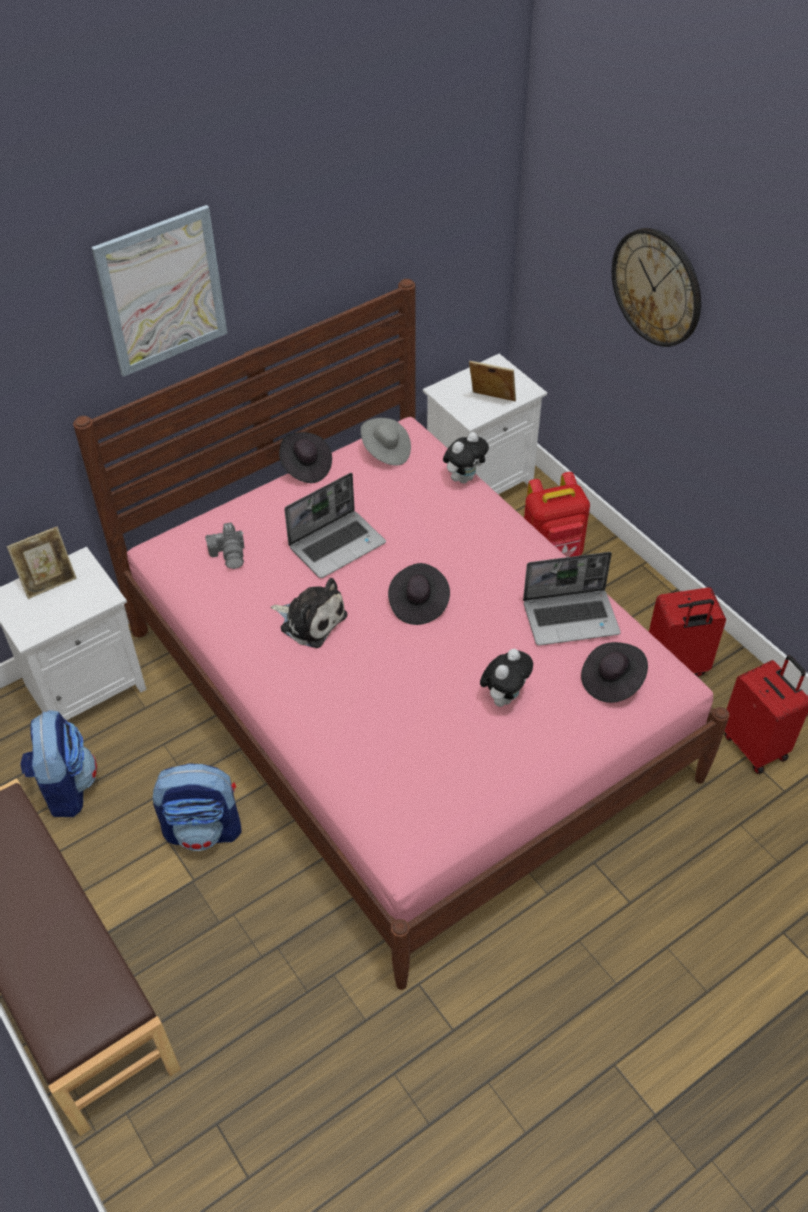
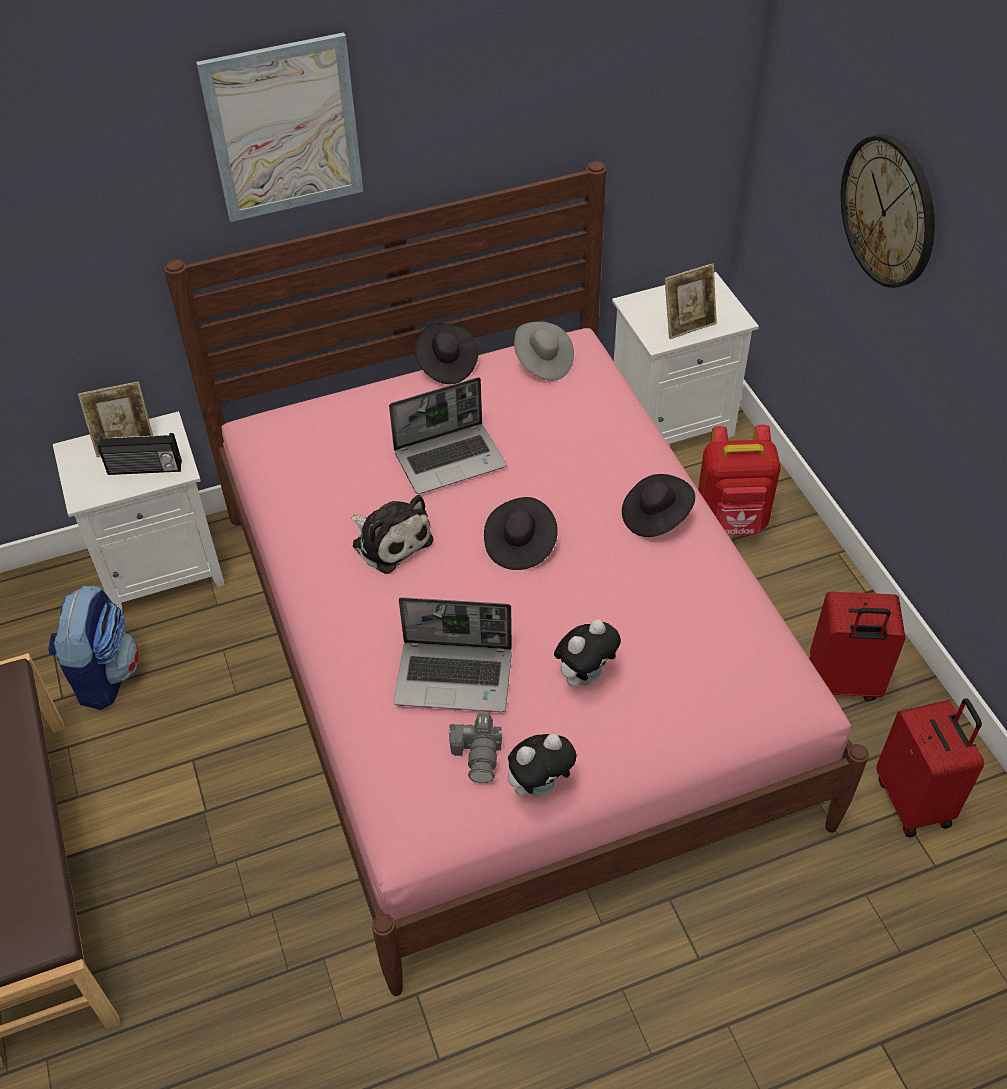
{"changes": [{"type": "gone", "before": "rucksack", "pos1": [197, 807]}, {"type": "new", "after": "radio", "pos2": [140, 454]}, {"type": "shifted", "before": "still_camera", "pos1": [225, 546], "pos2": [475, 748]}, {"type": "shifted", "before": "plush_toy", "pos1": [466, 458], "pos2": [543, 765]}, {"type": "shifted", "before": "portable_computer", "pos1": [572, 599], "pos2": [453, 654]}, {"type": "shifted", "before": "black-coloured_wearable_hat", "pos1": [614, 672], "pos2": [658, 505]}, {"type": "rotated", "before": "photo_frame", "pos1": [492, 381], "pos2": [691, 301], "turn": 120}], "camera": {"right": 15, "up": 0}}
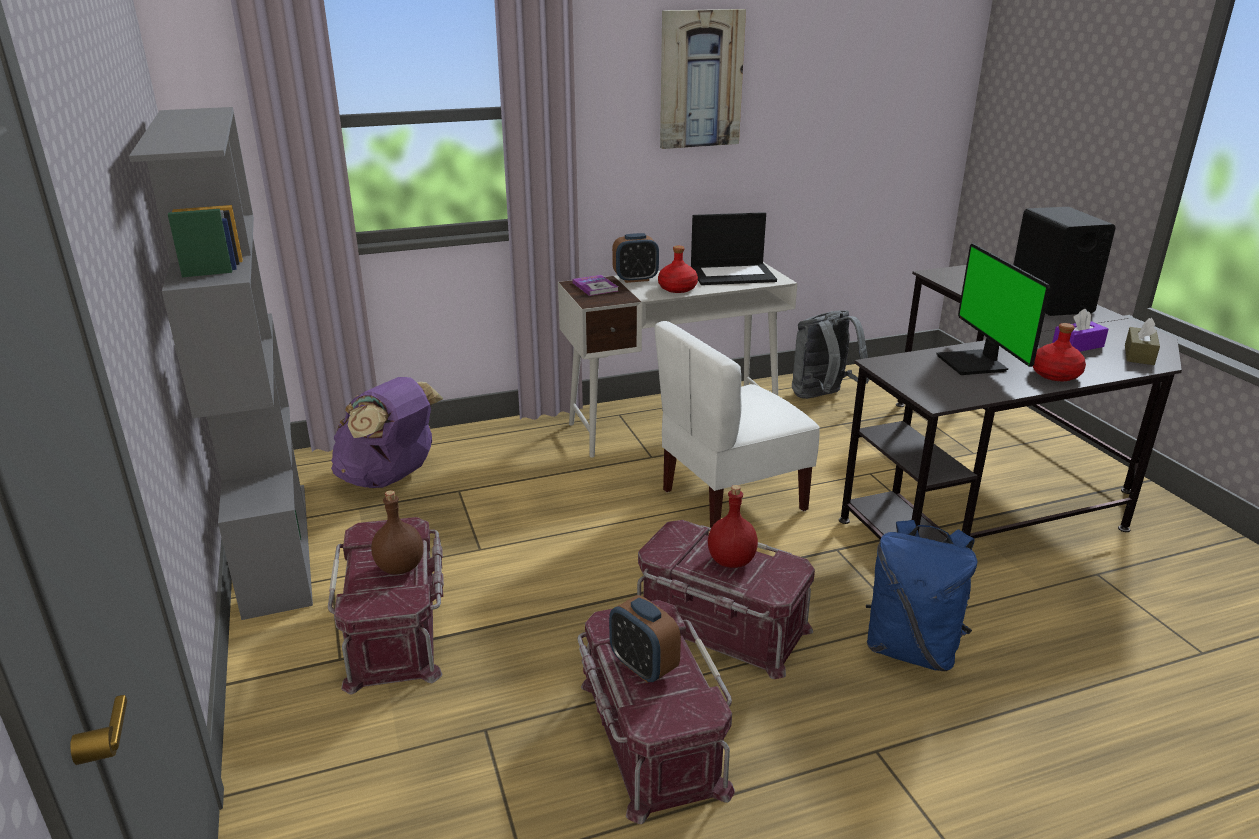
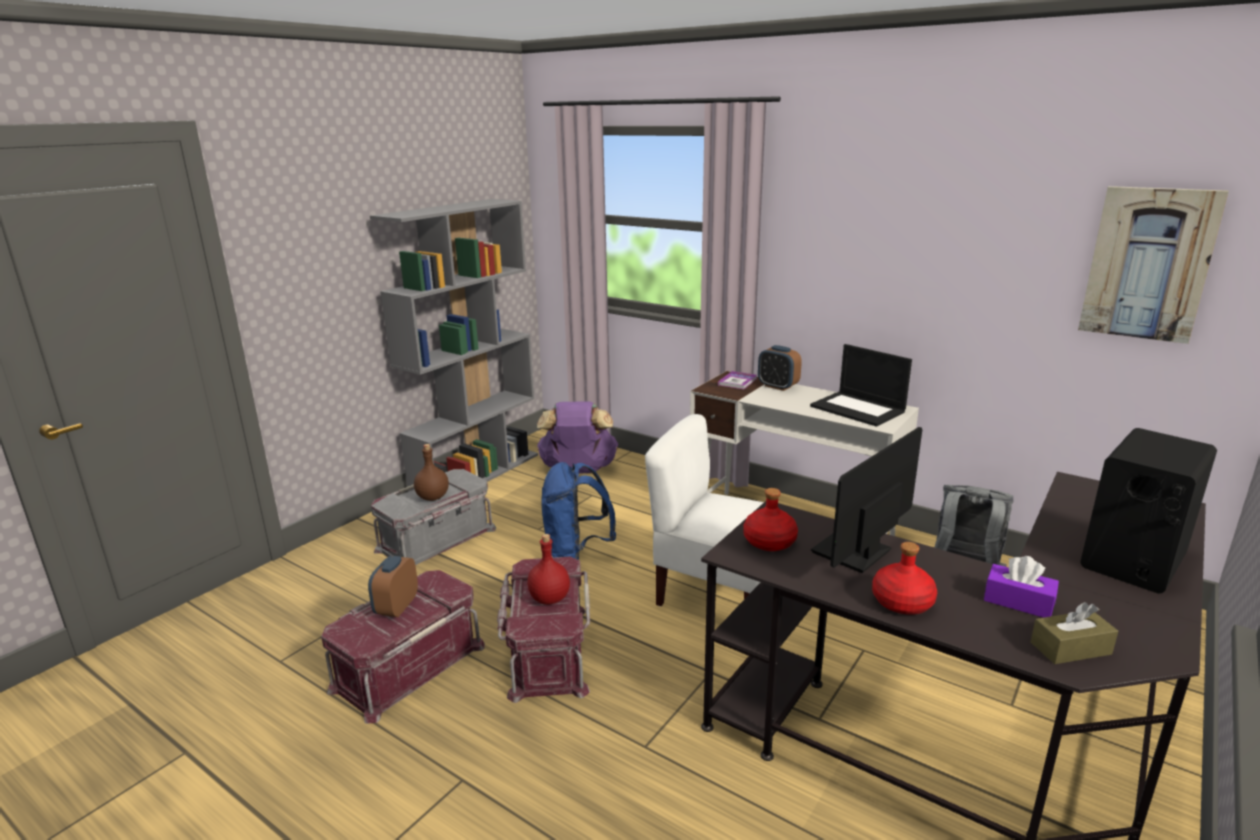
{"changes": [{"type": "shifted", "before": "red_drink_bottle", "pos1": [678, 269], "pos2": [770, 519]}, {"type": "shifted", "before": "wall_art", "pos1": [703, 79], "pos2": [1153, 265]}, {"type": "shifted", "before": "bluish_rucksack", "pos1": [921, 595], "pos2": [579, 511]}, {"type": "repainted", "before": "red_storage_container", "after": "grey_storage_container", "pos1": [386, 605], "pos2": [433, 517]}], "camera": {"right": 55, "up": -5}}
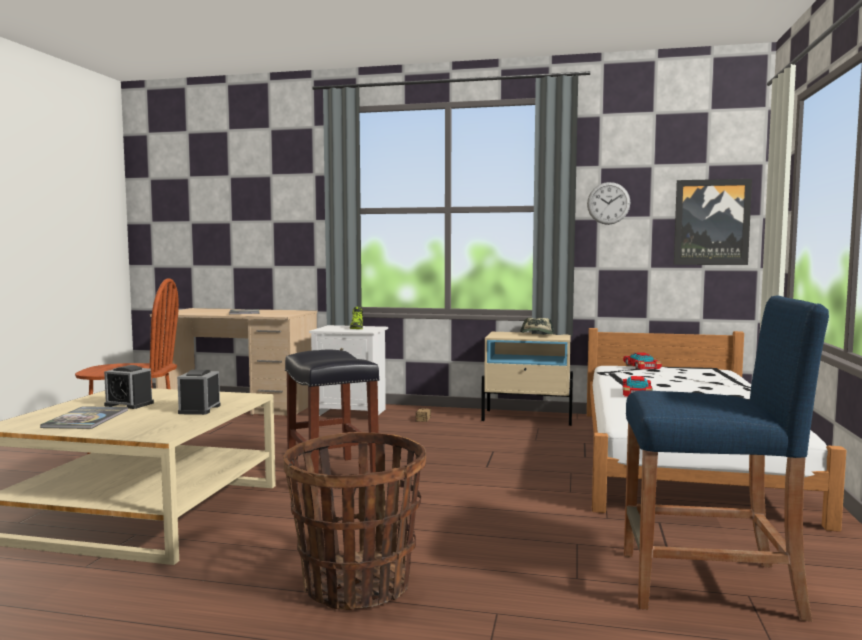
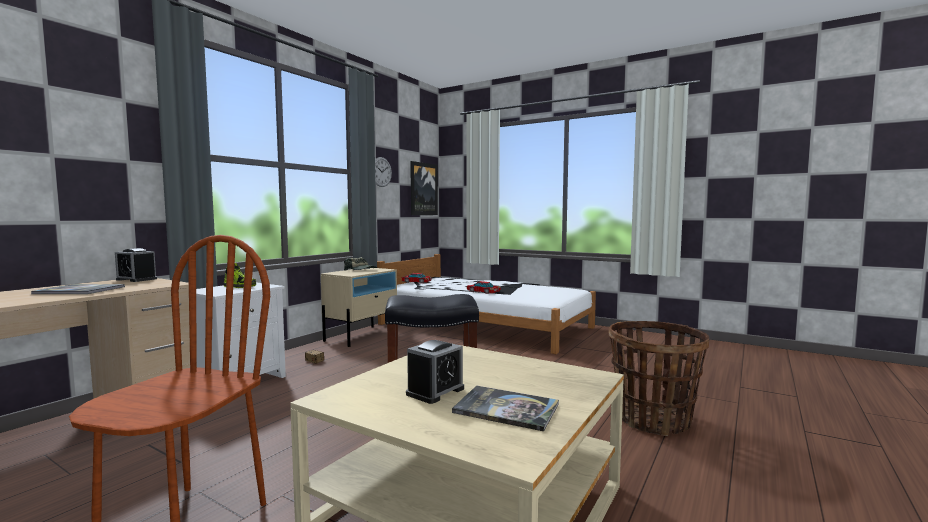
{"changes": [{"type": "gone", "before": "bluish_sitting_stool", "pos1": [726, 458]}, {"type": "shifted", "before": "table_clock", "pos1": [199, 392], "pos2": [136, 265]}], "camera": {"right": -70, "up": 0}}
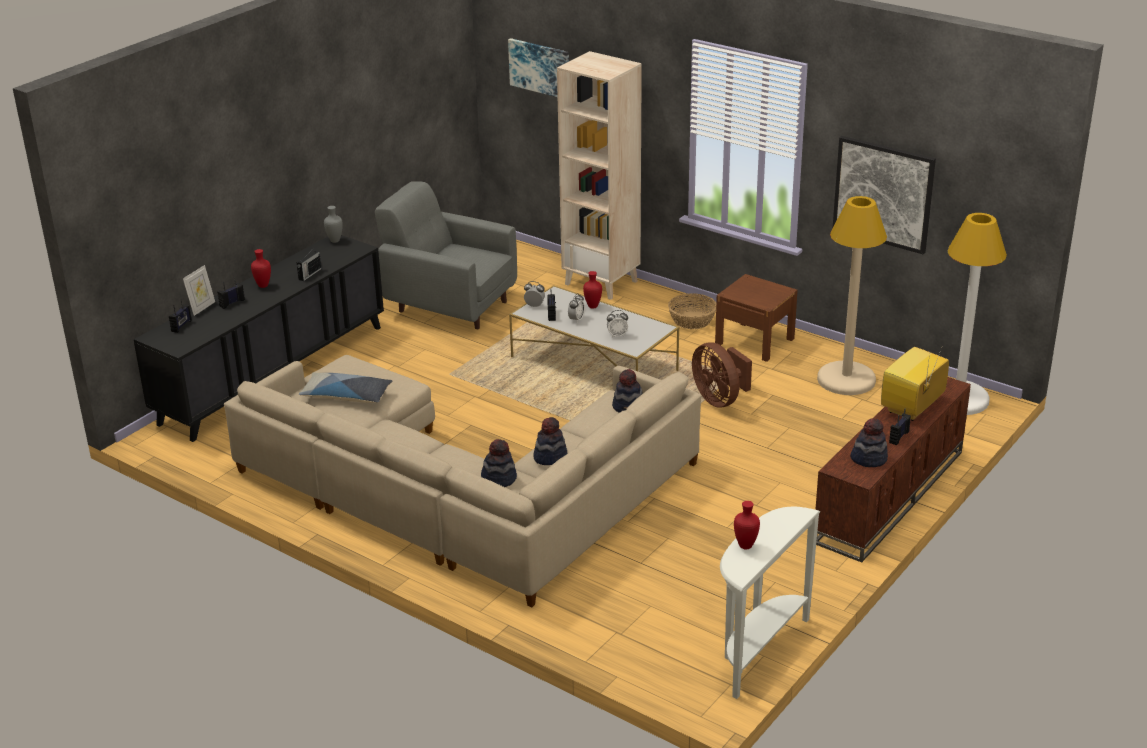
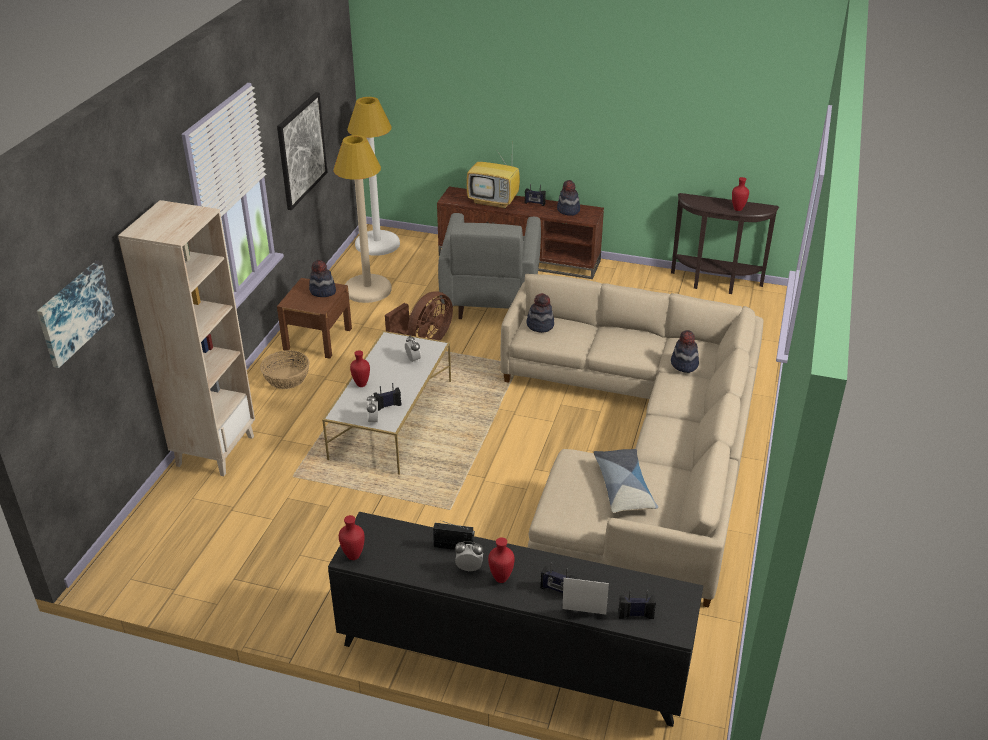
{"changes": [{"type": "shifted", "before": "grey_armchair", "pos1": [446, 255], "pos2": [489, 266]}, {"type": "shifted", "before": "wearable_hat", "pos1": [550, 441], "pos2": [322, 278]}, {"type": "shifted", "before": "table_clock", "pos1": [576, 307], "pos2": [469, 556]}, {"type": "repainted", "before": "grey_decorative_vase", "after": "red_decorative_vase", "pos1": [333, 224], "pos2": [352, 537]}, {"type": "repainted", "before": "white-coloured_console_table", "after": "brown_console_table", "pos1": [770, 603], "pos2": [725, 243]}], "camera": {"right": -110, "up": 5}}
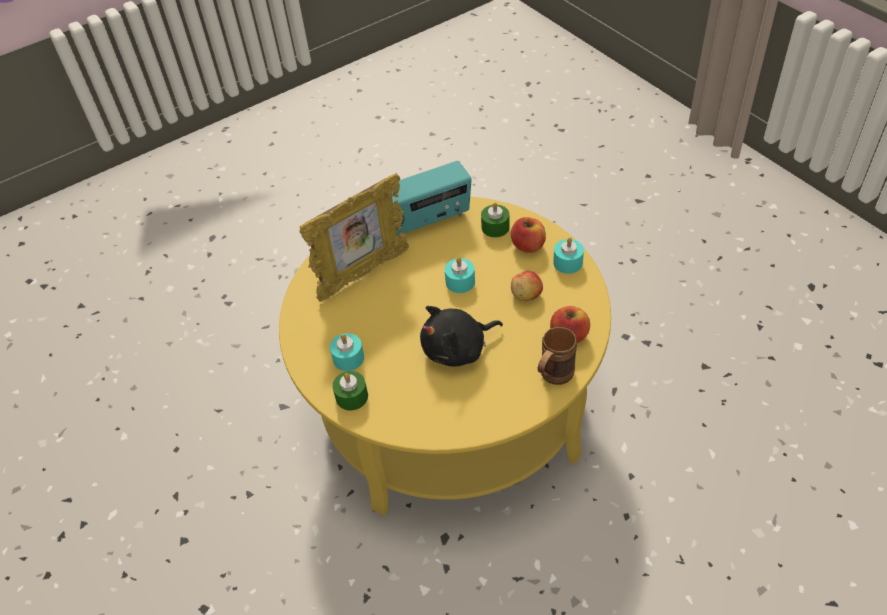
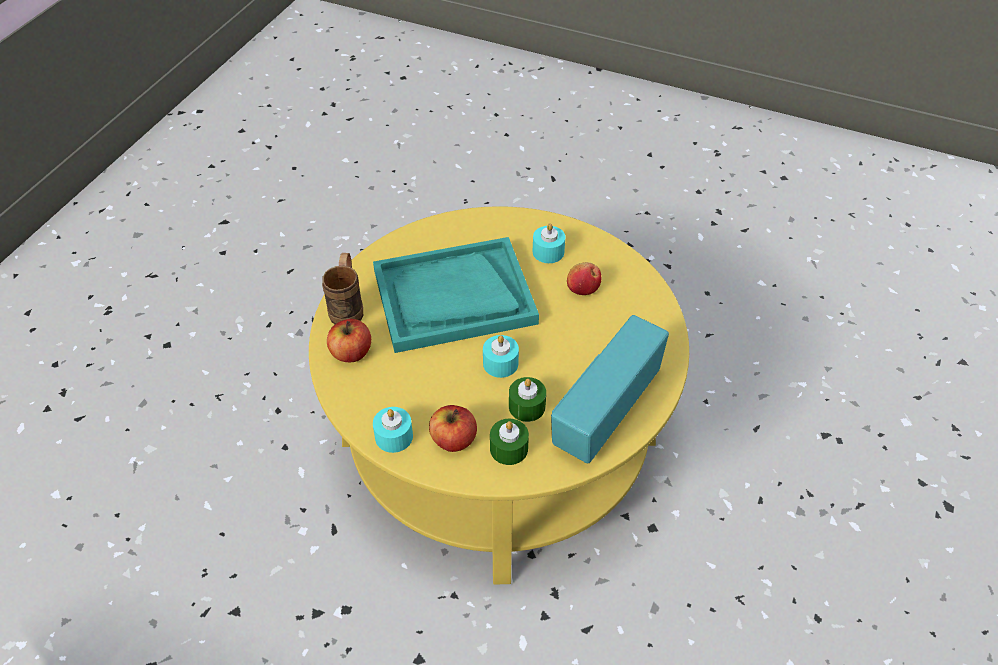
{"changes": [{"type": "gone", "before": "photo_frame", "pos1": [354, 237]}, {"type": "shifted", "before": "green_wax_light", "pos1": [350, 391], "pos2": [527, 399]}, {"type": "shifted", "before": "whole_apple", "pos1": [527, 286], "pos2": [584, 278]}, {"type": "swapped", "before": "black-coloured_plush_toy", "after": "turquoise-coloured_serving_tray", "pos1": [461, 336], "pos2": [456, 295]}], "camera": {"right": 145, "up": 0}}
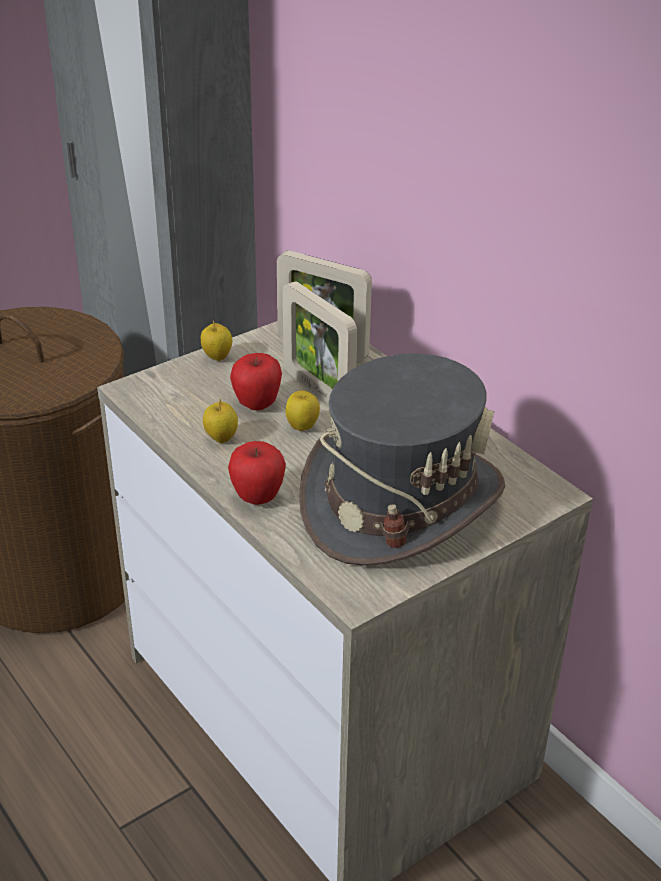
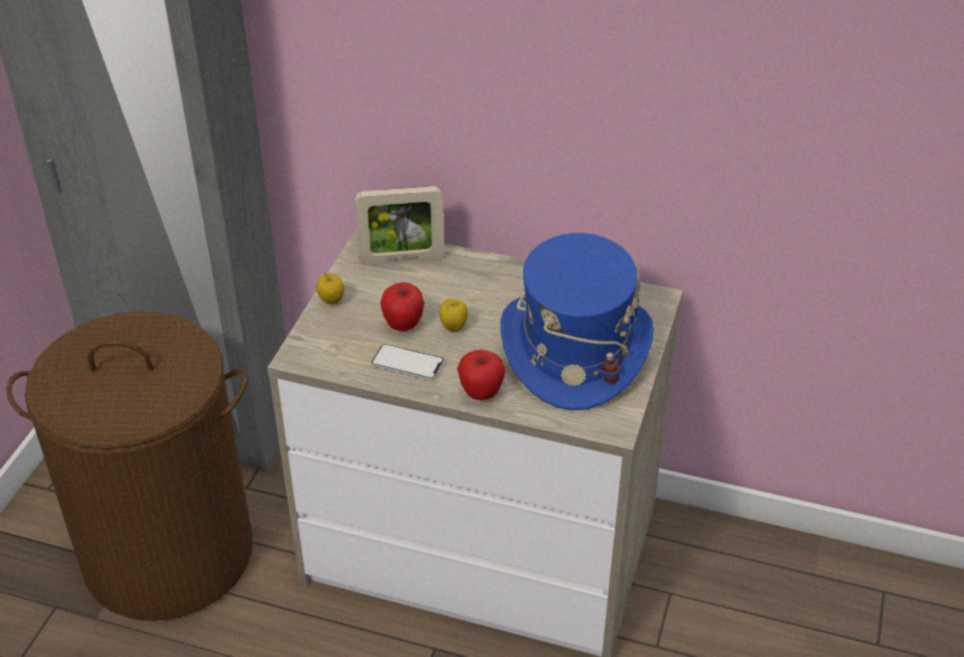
{"changes": [{"type": "gone", "before": "photo_frame", "pos1": [320, 342]}, {"type": "swapped", "before": "whole_apple", "after": "phone", "pos1": [220, 421], "pos2": [408, 362]}, {"type": "repainted", "before": "grey_wearable_hat", "after": "bluish_wearable_hat", "pos1": [402, 459], "pos2": [577, 321]}], "camera": {"right": -35, "up": 5}}
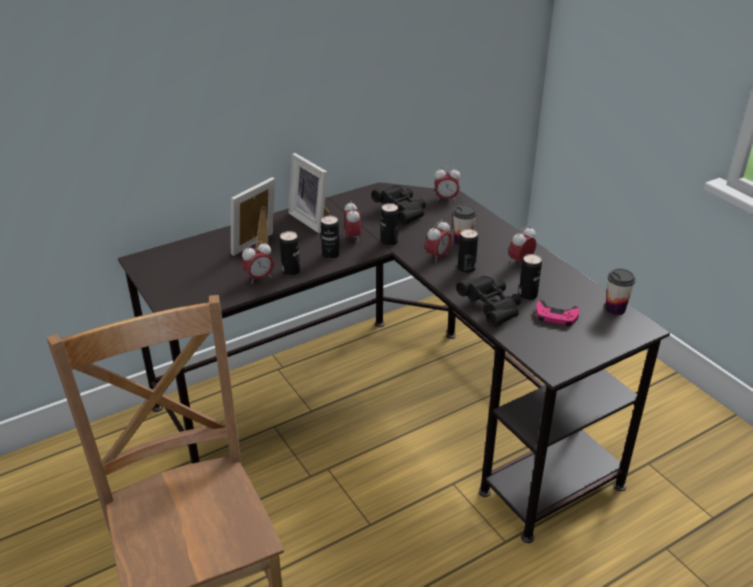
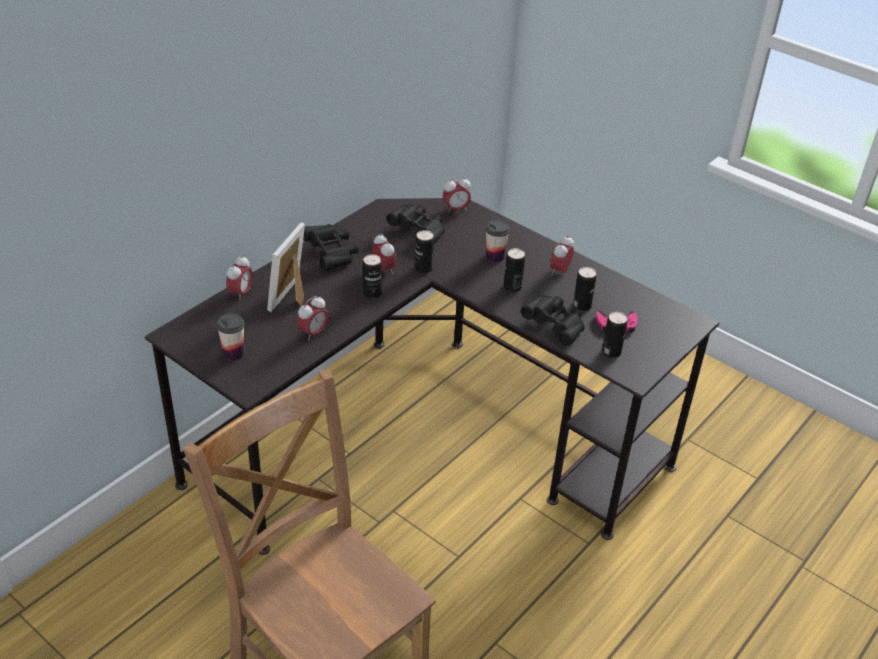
{"changes": [{"type": "shifted", "before": "can", "pos1": [290, 253], "pos2": [614, 335]}, {"type": "shifted", "before": "table_clock", "pos1": [438, 241], "pos2": [239, 278]}, {"type": "shifted", "before": "cup", "pos1": [620, 292], "pos2": [231, 337]}, {"type": "swapped", "before": "photo_frame", "after": "black-coloured_binoculars", "pos1": [308, 193], "pos2": [330, 247]}], "camera": {"right": -20, "up": 5}}
